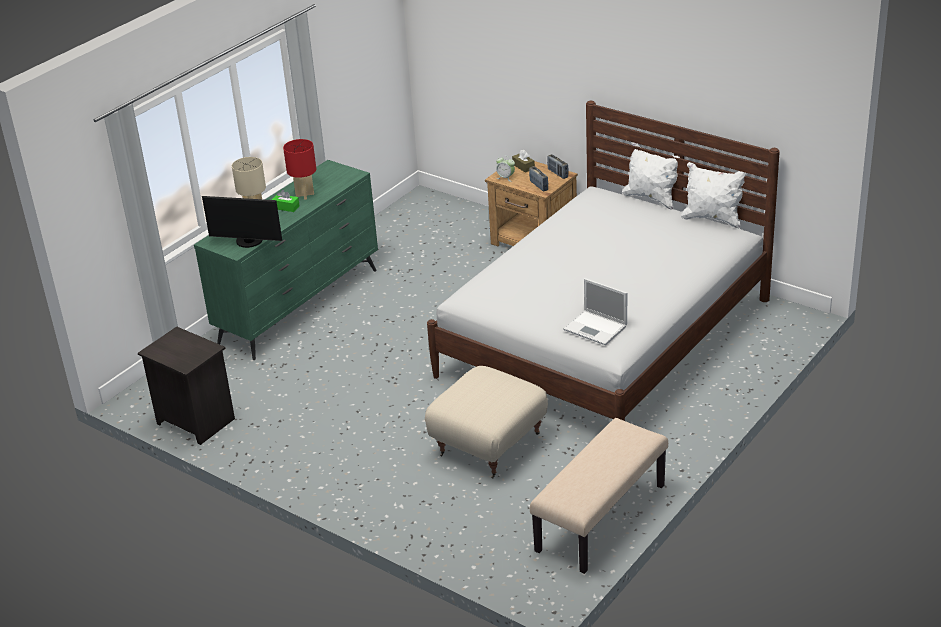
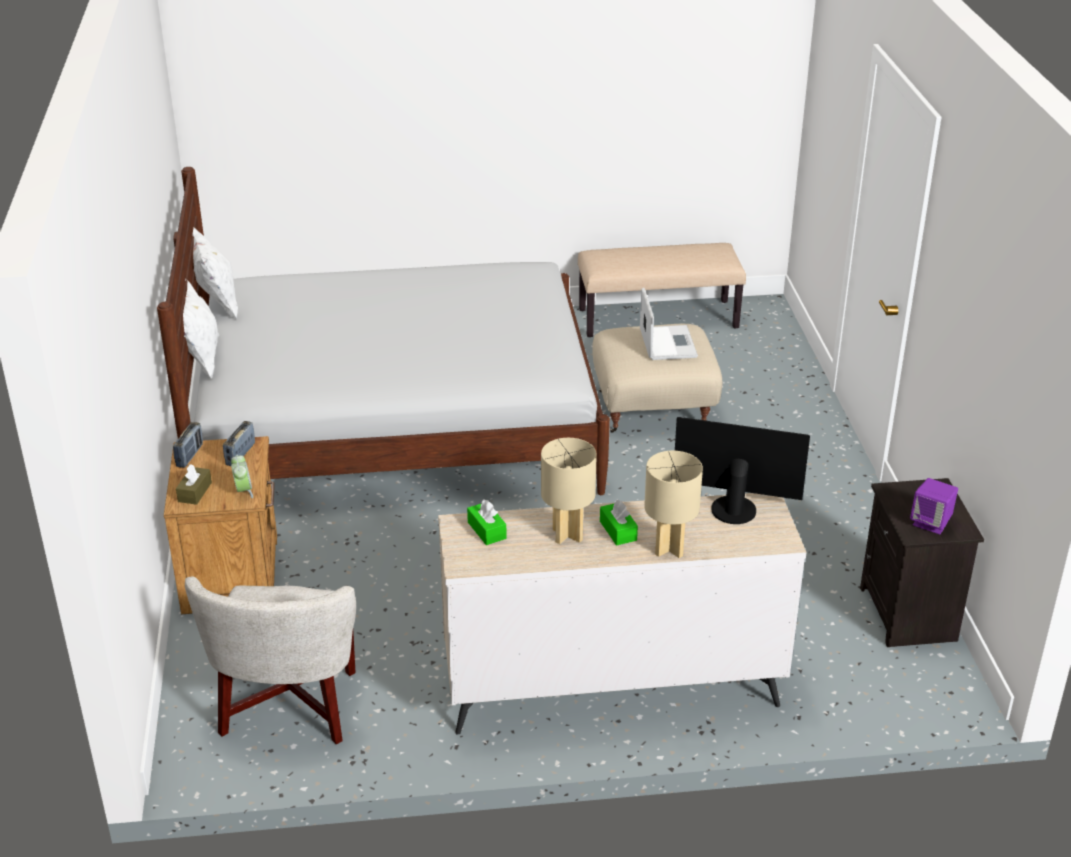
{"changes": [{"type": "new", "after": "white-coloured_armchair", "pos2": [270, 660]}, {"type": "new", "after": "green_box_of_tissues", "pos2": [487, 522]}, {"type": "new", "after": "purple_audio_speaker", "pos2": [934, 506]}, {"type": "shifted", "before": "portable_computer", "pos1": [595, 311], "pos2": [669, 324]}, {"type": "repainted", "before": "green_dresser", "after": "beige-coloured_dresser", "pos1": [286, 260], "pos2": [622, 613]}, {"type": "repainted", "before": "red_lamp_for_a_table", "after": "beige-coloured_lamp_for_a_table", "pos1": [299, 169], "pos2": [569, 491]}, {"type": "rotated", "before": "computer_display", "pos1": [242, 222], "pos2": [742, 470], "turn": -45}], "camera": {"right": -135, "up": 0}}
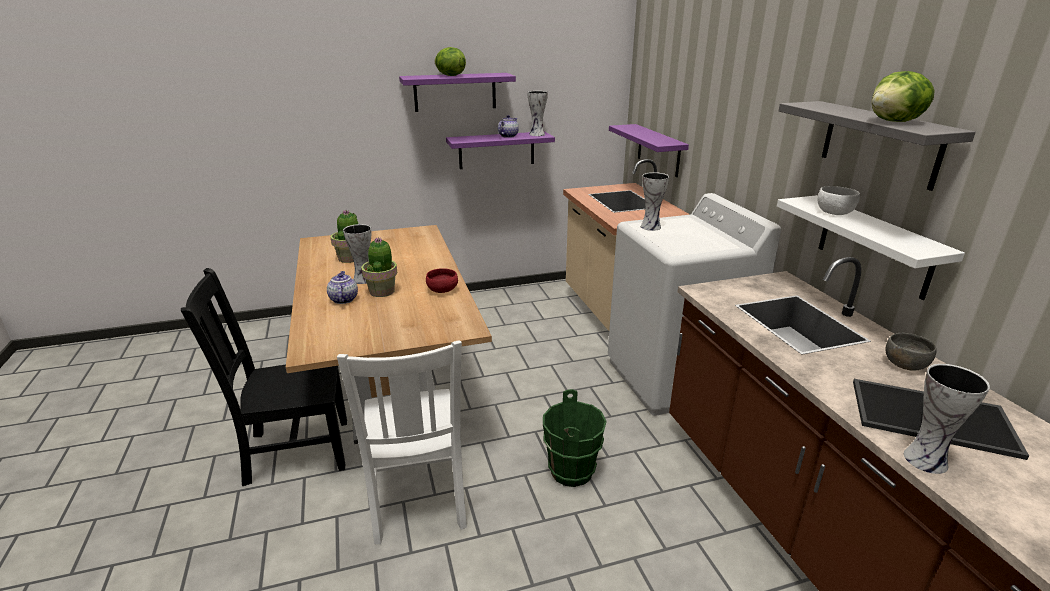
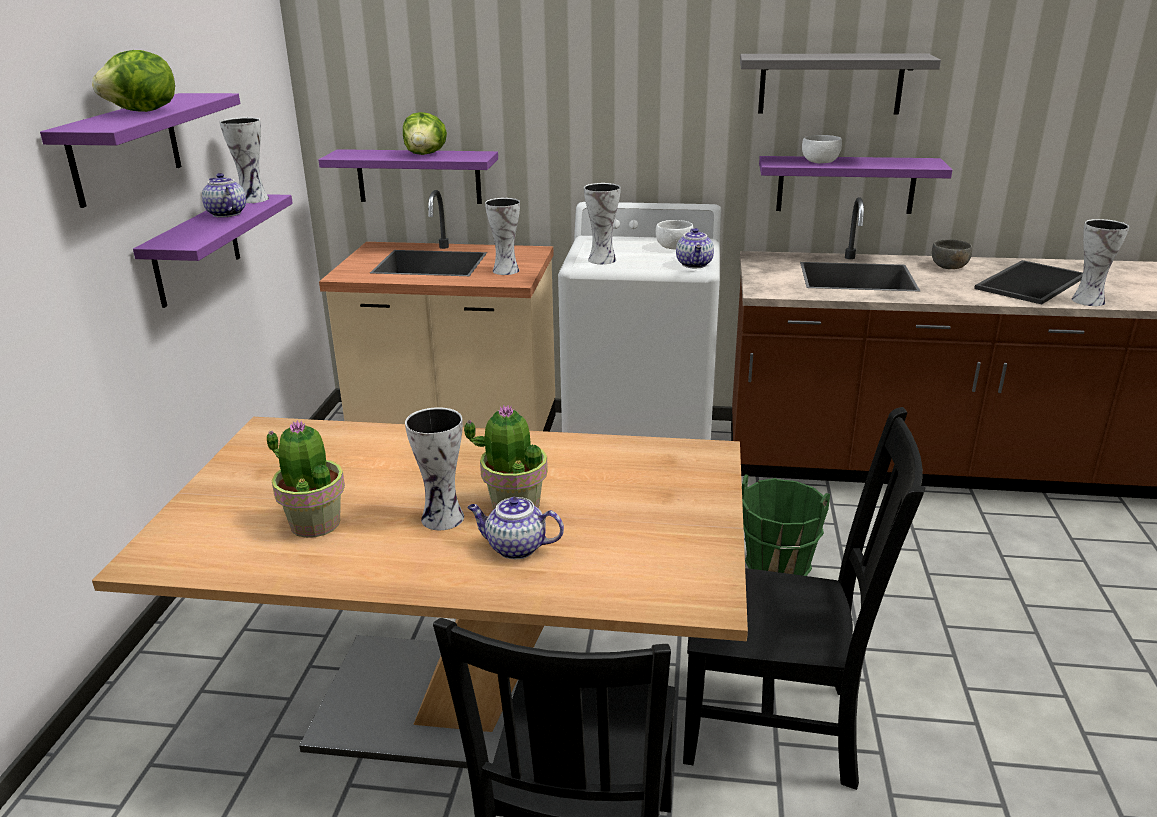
{"changes": [{"type": "gone", "before": "red_deep_dish", "pos1": [442, 280]}, {"type": "new", "after": "decorative_vase", "pos2": [502, 236]}, {"type": "new", "after": "white-coloured_deep_dish", "pos2": [675, 235]}, {"type": "new", "after": "teapot", "pos2": [695, 248]}, {"type": "shifted", "before": "lettuce_head", "pos1": [903, 96], "pos2": [425, 133]}, {"type": "repainted", "before": "white-coloured_upright_chair", "after": "black-coloured_upright_chair", "pos1": [402, 442], "pos2": [804, 598]}, {"type": "repainted", "before": "white-coloured_bracket_shelf", "after": "purple_bracket_shelf", "pos1": [871, 247], "pos2": [855, 185]}], "camera": {"right": -65, "up": 0}}
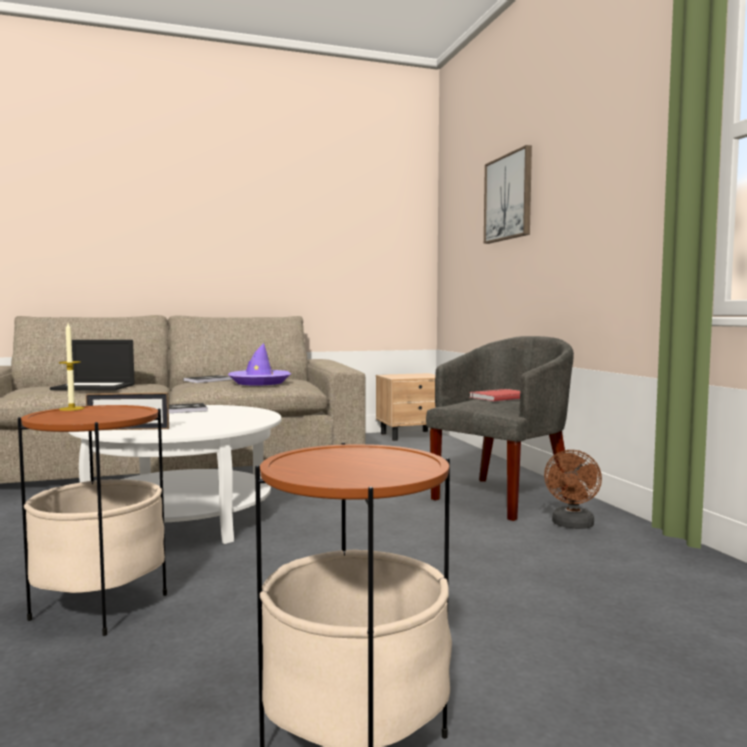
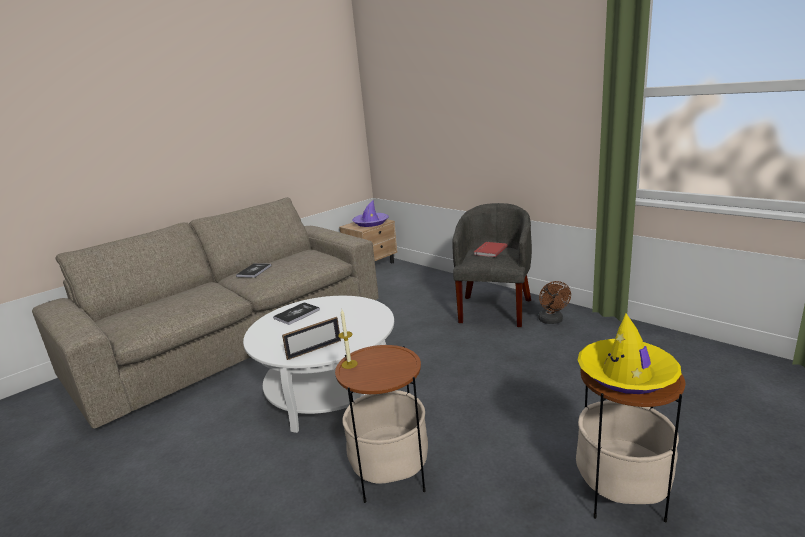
{"changes": [{"type": "gone", "before": "portable_computer", "pos1": [92, 365]}, {"type": "gone", "before": "wall_art", "pos1": [508, 194]}, {"type": "new", "after": "yellowish_wearable_hat", "pos2": [629, 354]}, {"type": "shifted", "before": "purple_wearable_hat", "pos1": [259, 364], "pos2": [370, 214]}], "camera": {"right": -25, "up": 15}}
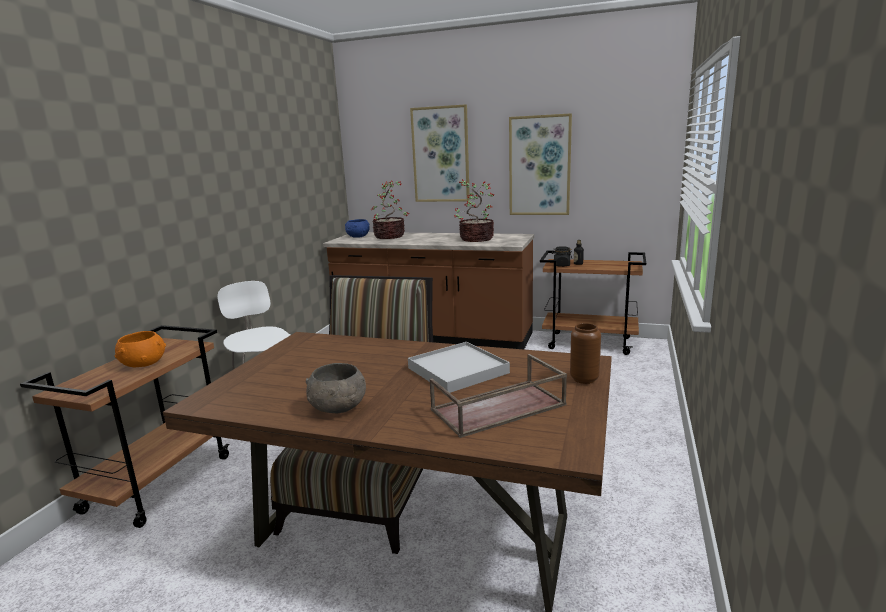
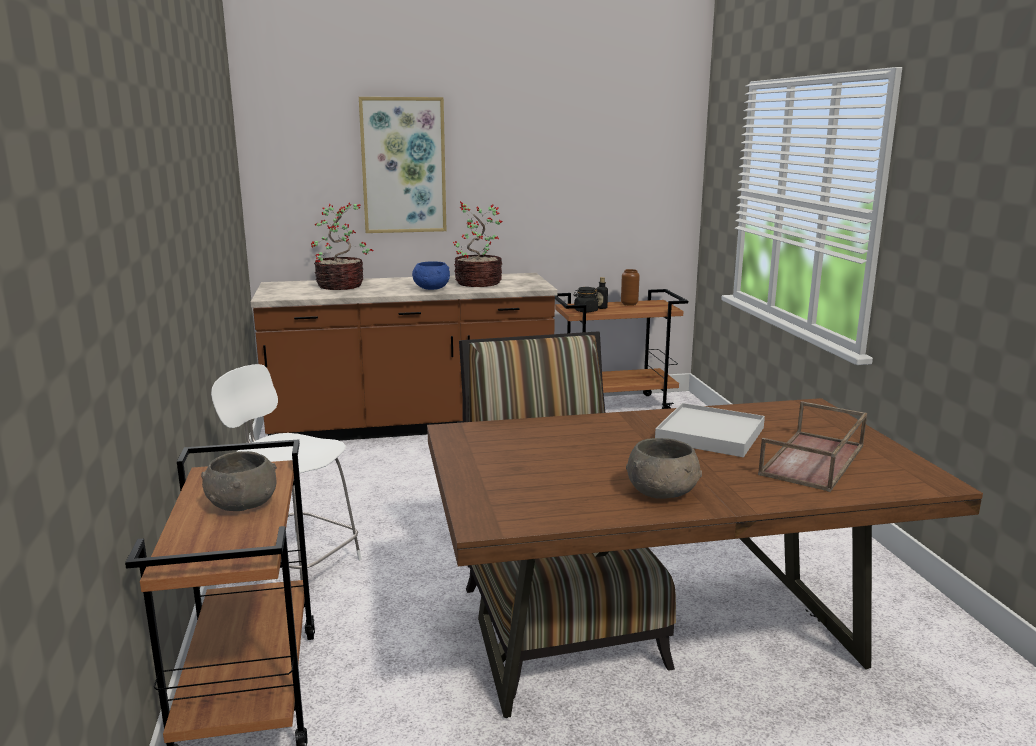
{"changes": [{"type": "gone", "before": "wall_art", "pos1": [540, 164]}, {"type": "shifted", "before": "bluish_deep_dish", "pos1": [357, 228], "pos2": [431, 275]}, {"type": "shifted", "before": "brown_decorative_vase", "pos1": [585, 353], "pos2": [630, 287]}, {"type": "repainted", "before": "orange-coloured_deep_dish", "after": "grey_deep_dish", "pos1": [140, 349], "pos2": [239, 481]}], "camera": {"right": -30, "up": 0}}
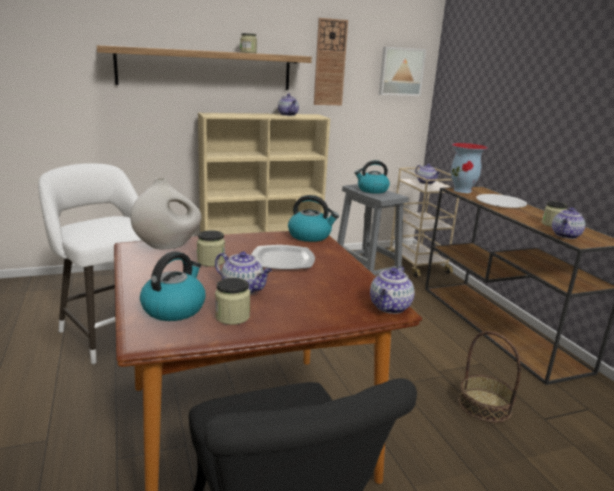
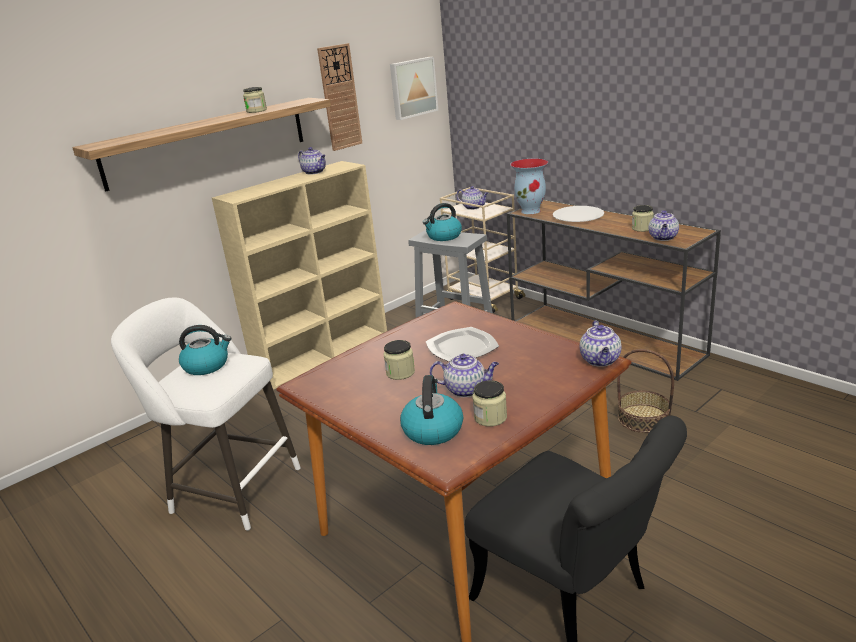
{"changes": [{"type": "gone", "before": "white-coloured_decorative_vase", "pos1": [166, 213]}, {"type": "shifted", "before": "tea_kettle", "pos1": [313, 218], "pos2": [205, 350]}], "camera": {"right": -20, "up": 5}}
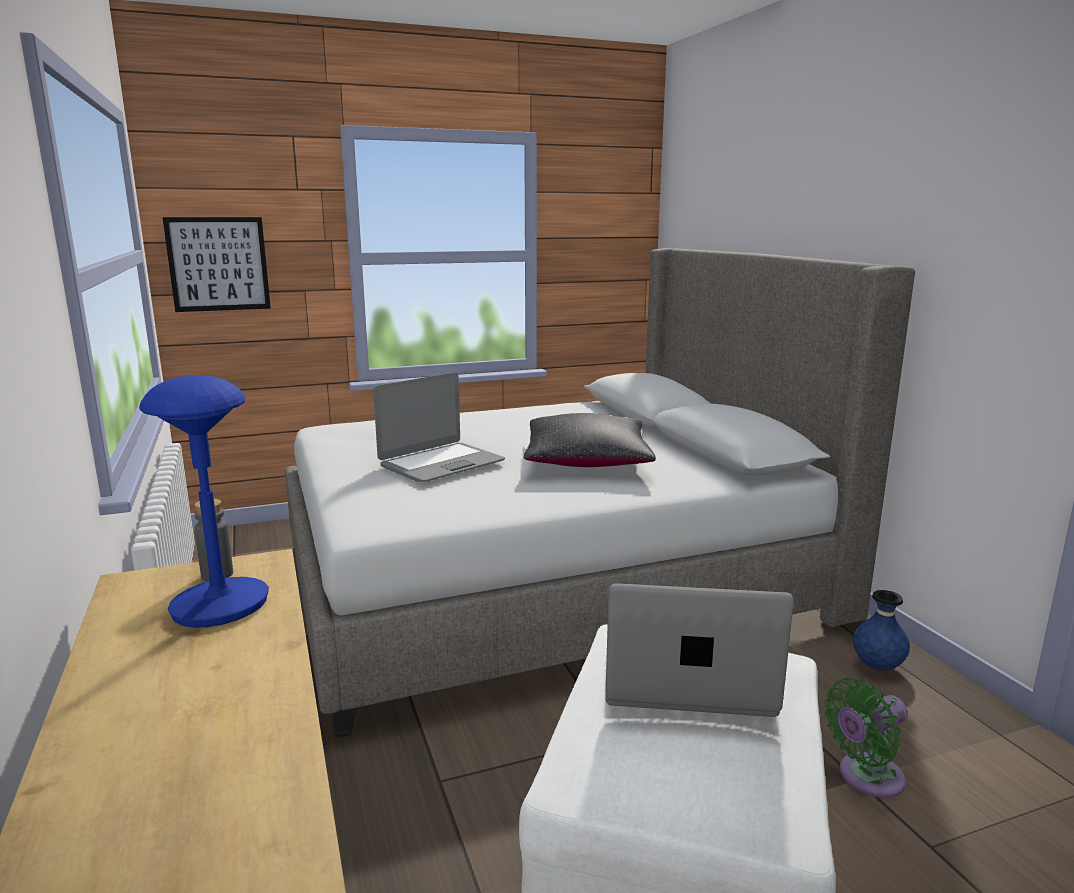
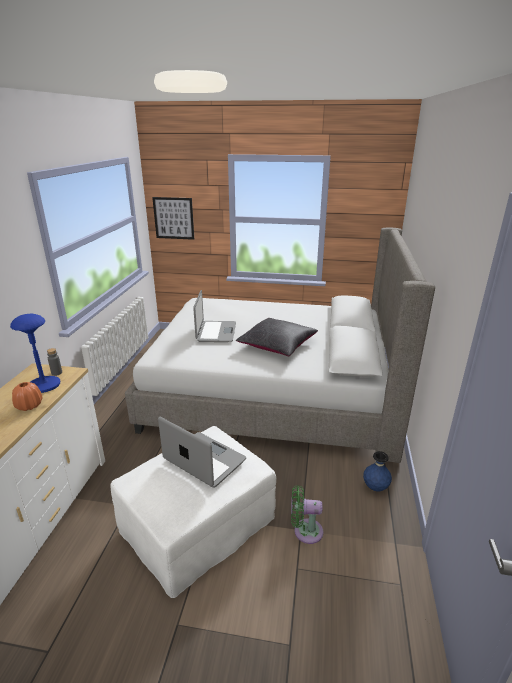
{"changes": [{"type": "new", "after": "orange-coloured_decorative_vase", "pos2": [27, 396]}, {"type": "rotated", "before": "portable_computer", "pos1": [439, 427], "pos2": [214, 316], "turn": -75}], "camera": {"right": 30, "up": 10}}
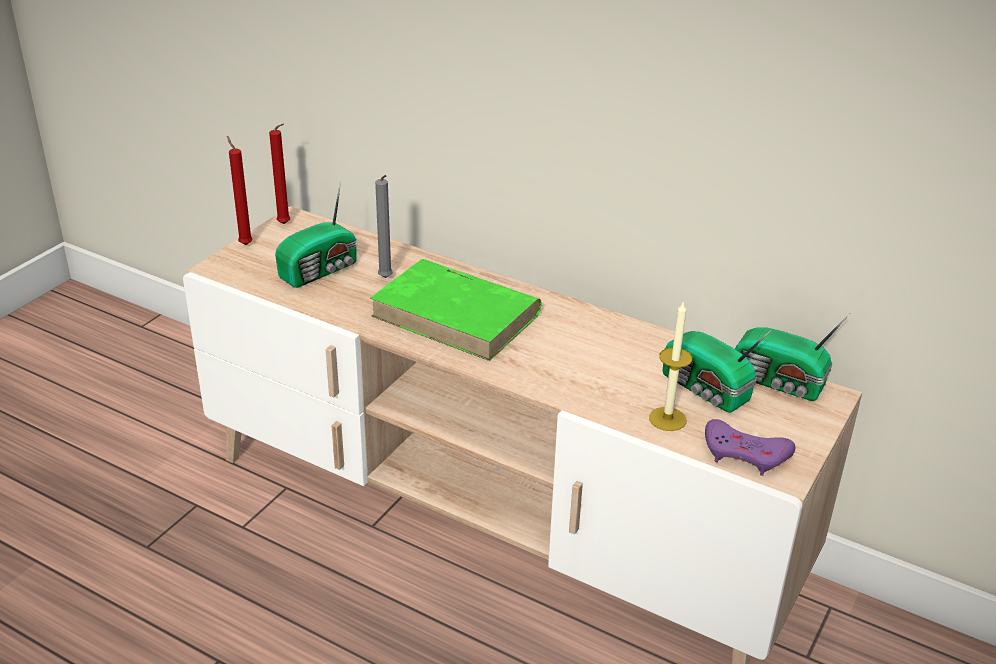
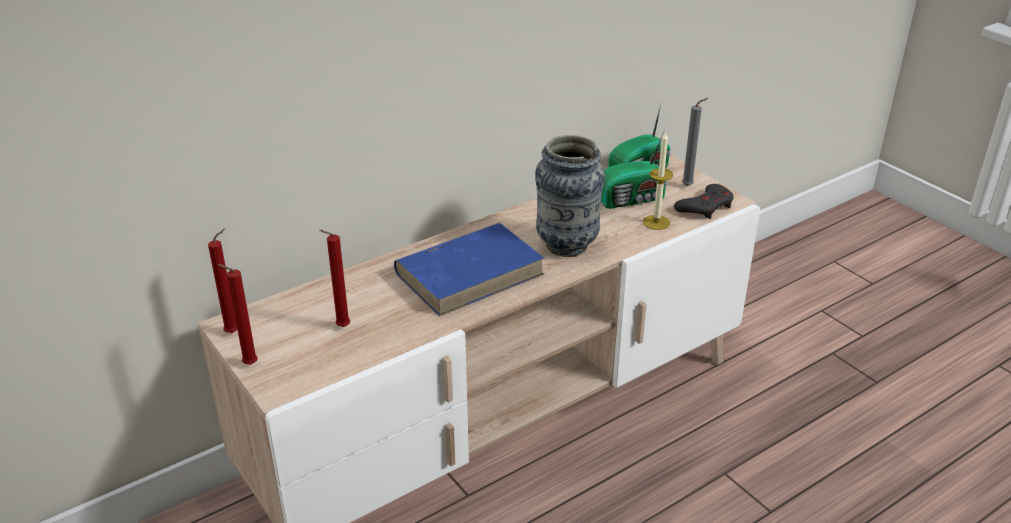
{"changes": [{"type": "new", "after": "decorative_vase", "pos2": [570, 196]}, {"type": "shifted", "before": "grey_wax_light", "pos1": [384, 226], "pos2": [695, 142]}, {"type": "swapped", "before": "radio", "after": "red_wax_light", "pos1": [316, 235], "pos2": [334, 278]}, {"type": "repainted", "before": "green_volume", "after": "bluish_volume", "pos1": [456, 310], "pos2": [469, 269]}, {"type": "repainted", "before": "purple_gamepad", "after": "grey_gamepad", "pos1": [750, 447], "pos2": [704, 201]}], "camera": {"right": -65, "up": 0}}
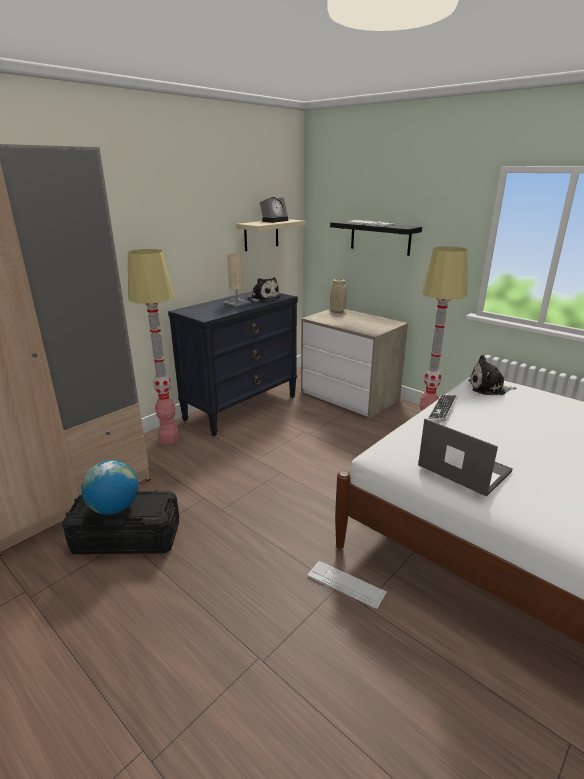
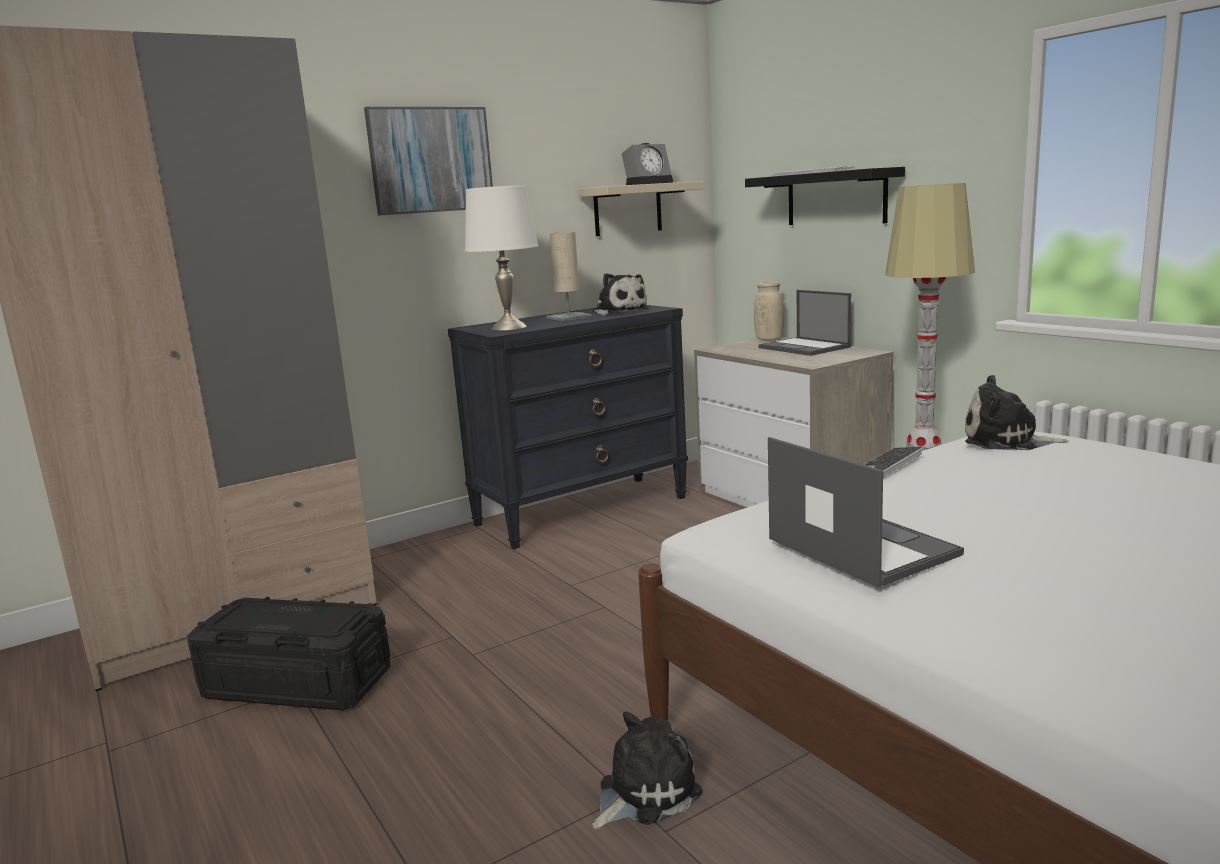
{"changes": [{"type": "gone", "before": "globe", "pos1": [109, 487]}, {"type": "gone", "before": "floor_lamp", "pos1": [153, 346]}, {"type": "new", "after": "wall_art", "pos2": [428, 161]}, {"type": "new", "after": "white-coloured_lamp_for_a_table", "pos2": [501, 257]}, {"type": "new", "after": "portable_computer", "pos2": [805, 323]}, {"type": "swapped", "before": "keyboard", "after": "plush_toy", "pos1": [347, 585], "pos2": [647, 770]}], "camera": {"right": 15, "up": -10}}
